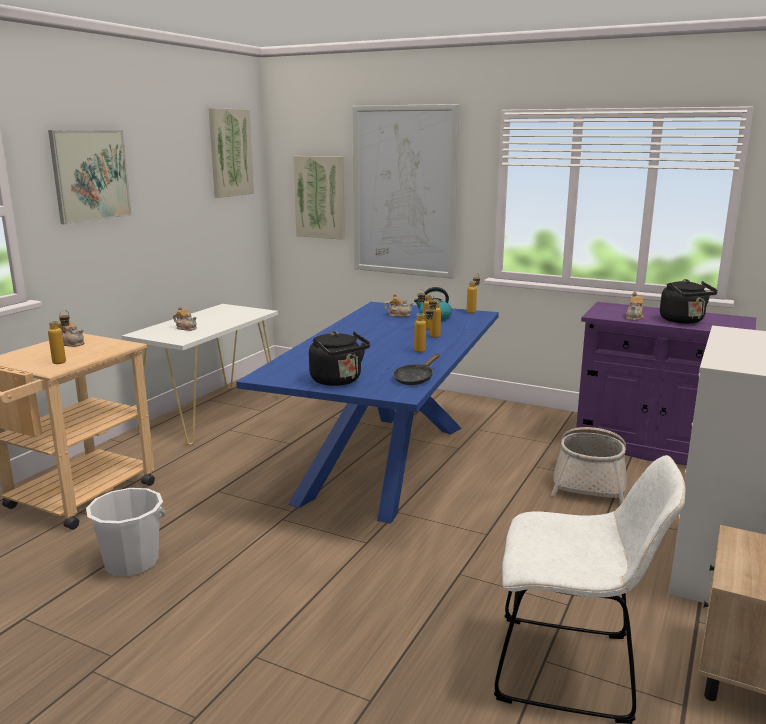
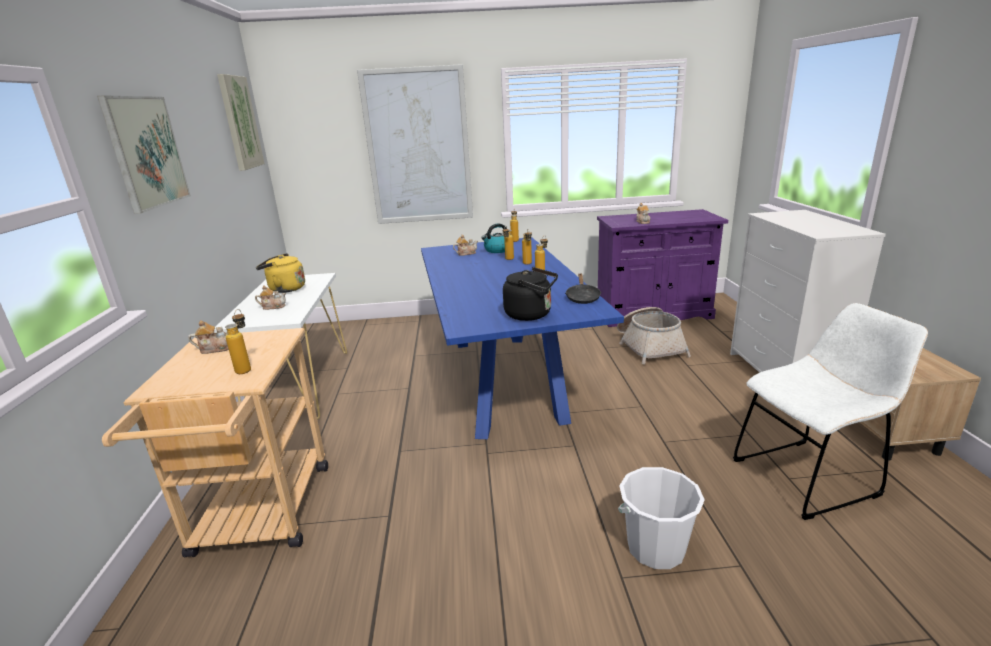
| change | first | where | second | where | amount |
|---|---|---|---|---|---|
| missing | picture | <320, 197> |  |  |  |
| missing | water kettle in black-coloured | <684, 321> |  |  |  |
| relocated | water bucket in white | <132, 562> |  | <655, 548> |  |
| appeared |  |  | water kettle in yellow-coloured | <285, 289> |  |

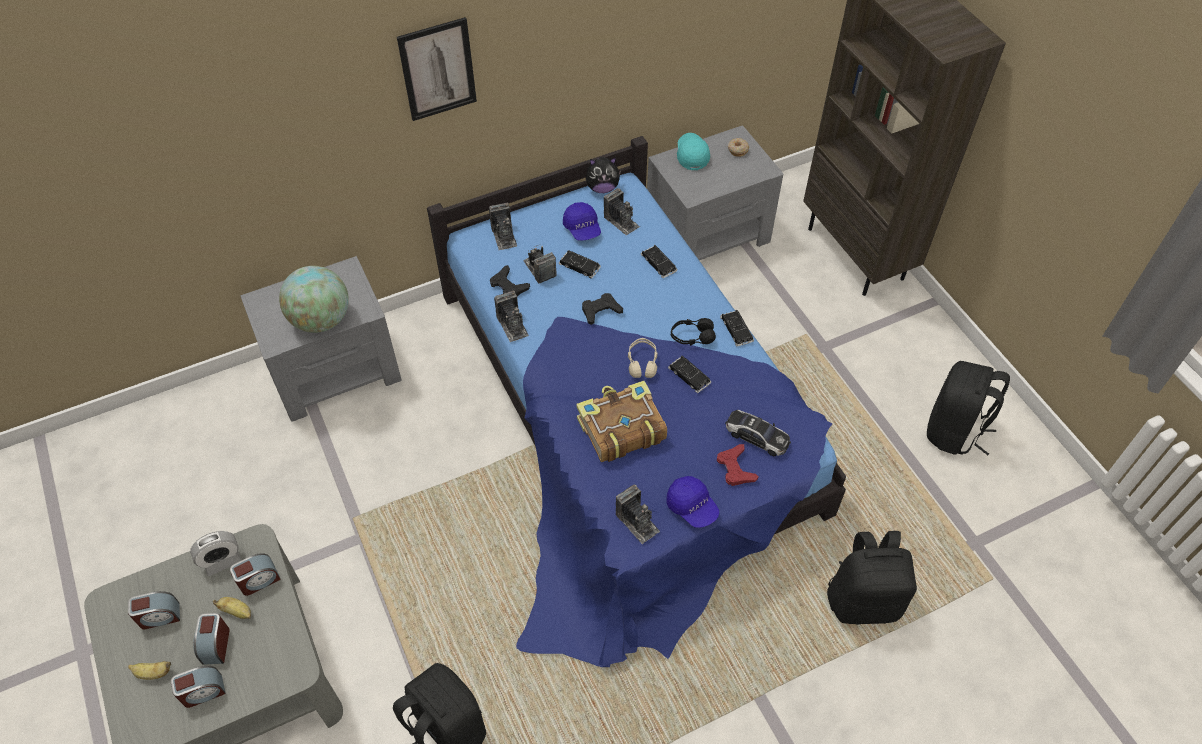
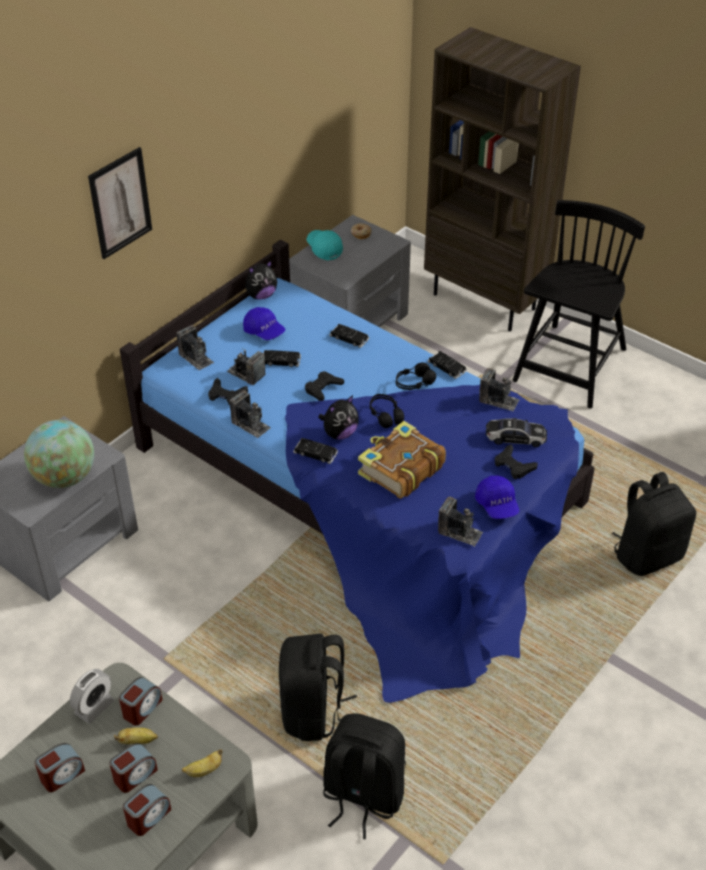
| change | first | where | second | where | amount |
|---|---|---|---|---|---|
| relocated | photo camera | <621, 221> |  | <498, 400> |  |
| colour | pair of headphones in beige | <642, 363> | pair of headphones in black-coloured | <385, 415> |  |
| relocated | miniature car in black-coloured | <689, 376> |  | <315, 453> |  |
| relocated | knapsack in black-coloured | <954, 431> |  | <313, 713> |  |
| colour | gamepad in red | <735, 468> | gamepad in black-coloured | <513, 465> |  |
| spun | cap in blue | <692, 507> |  | <497, 505> | 45 degrees clockwise |
| spun | bedside clock | <216, 645> |  | <135, 775> | 105 degrees counterclockwise |
| relocated | banana fruit | <153, 673> |  | <204, 770> |  |
| appeared |  |  | plain chair in black-coloured | <569, 367> |  |
| appeared |  |  | soft toy | <339, 433> |  |

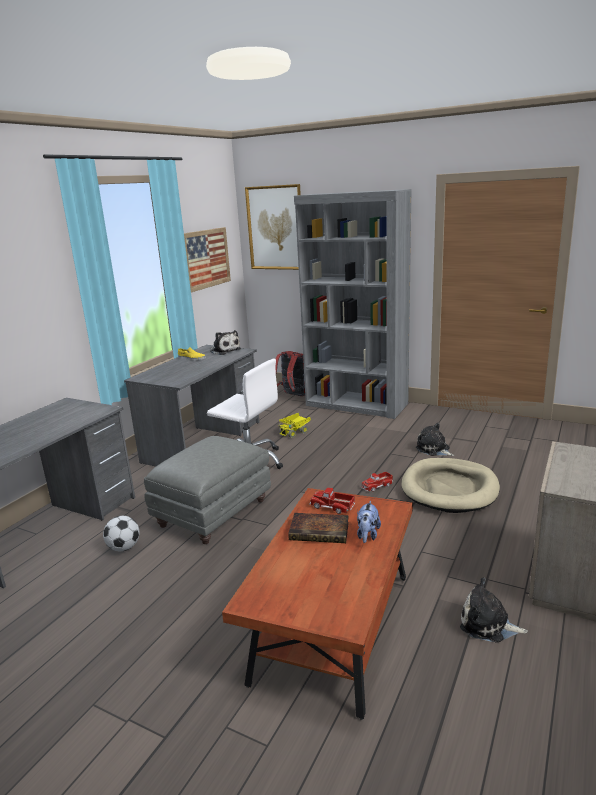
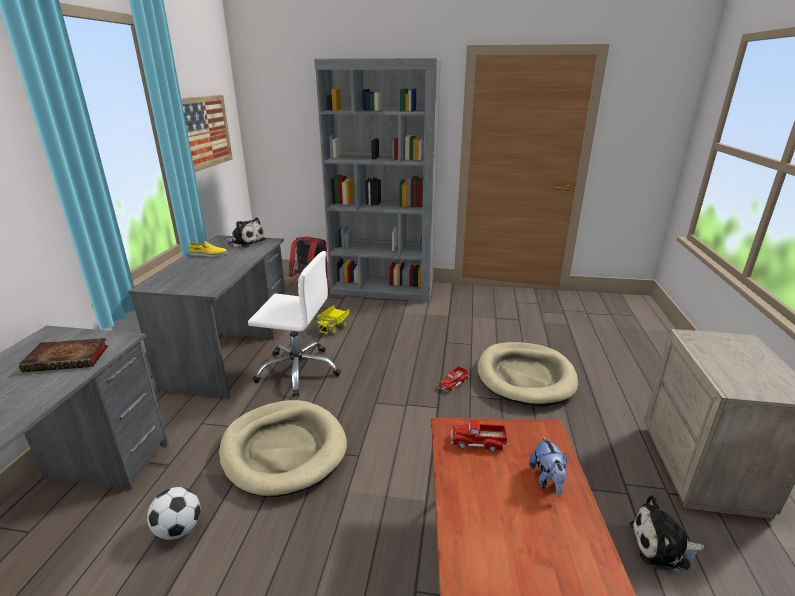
| change | first | where | second | where | amount |
|---|---|---|---|---|---|
| missing | picture | <275, 228> |  |  |  |
| missing | soft toy | <434, 449> |  |  |  |
| exchanged | ottoman in grey | <213, 513> | dog cushion in beige | <284, 449> |  |
| relocated | book | <321, 531> |  | <69, 358> |  |

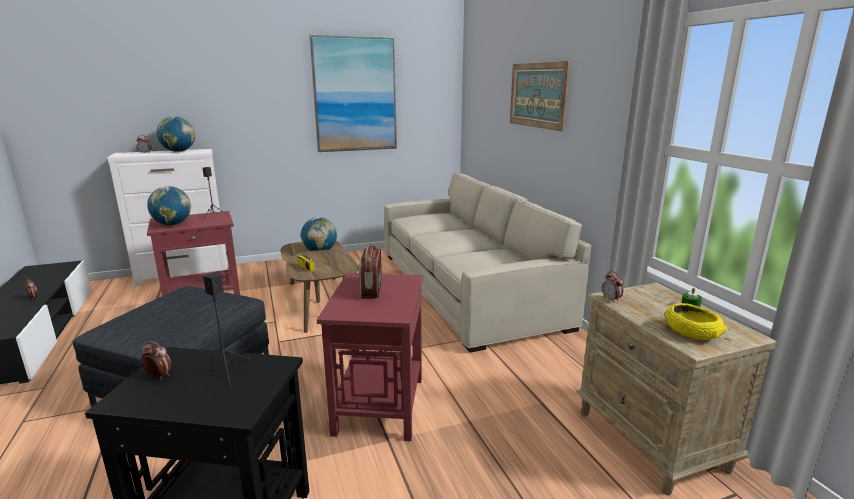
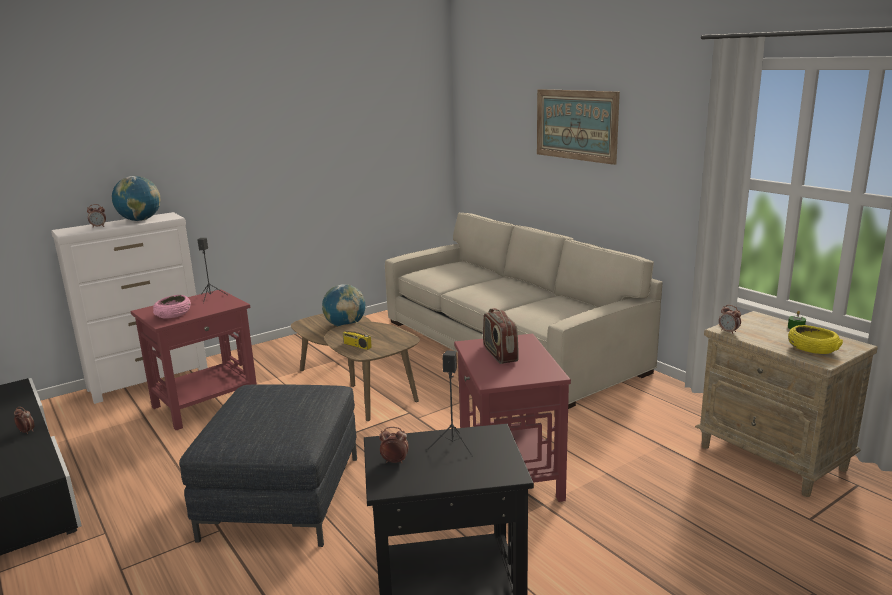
| change | first | where | second | where | amount |
|---|---|---|---|---|---|
| missing | picture | <355, 95> |  |  |  |
| exchanged | globe | <172, 224> | deep dish in pink-coloured | <174, 314> |  |

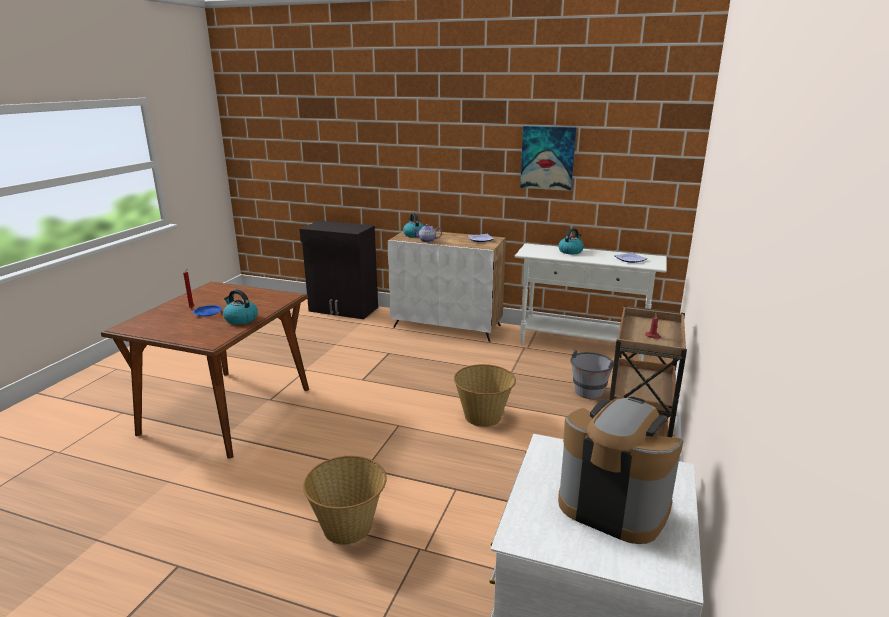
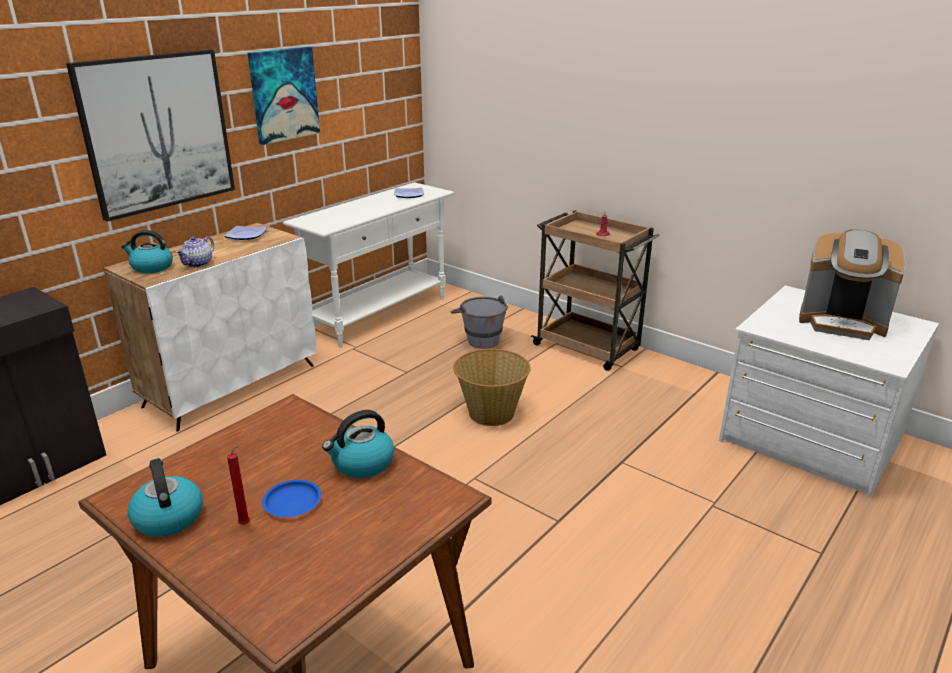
| change | first | where | second | where | amount |
|---|---|---|---|---|---|
| relocated | water kettle | <570, 251> |  | <168, 517> |  |
| spun | coffee brewer | <612, 505> |  | <842, 322> | 120 degrees counterclockwise |
| missing | basket | <348, 526> |  |  |  |
| appeared |  |  | picture | <157, 132> |  |

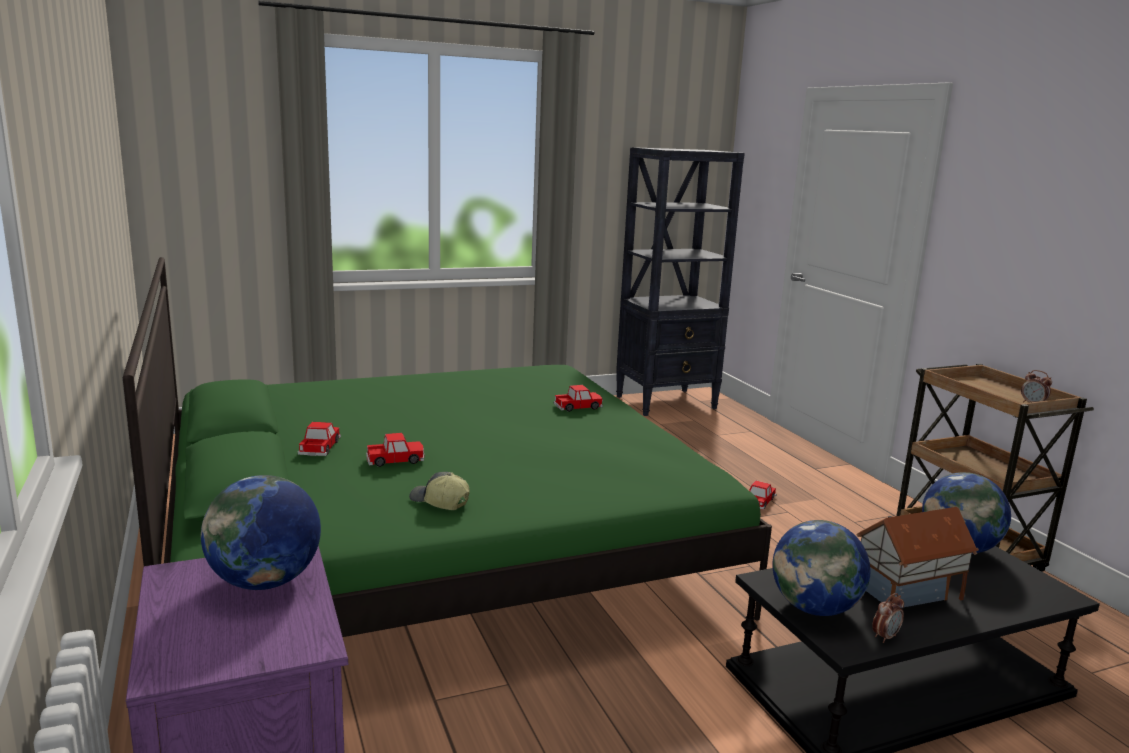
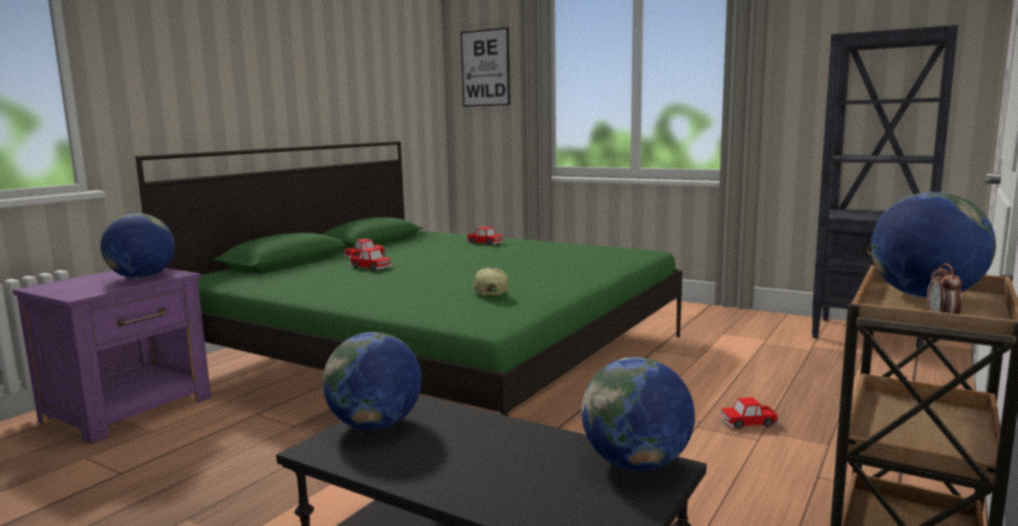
| change | first | where | second | where | amount |
|---|---|---|---|---|---|
| relocated | miniature car | <578, 407> |  | <485, 243> |  |
| relocated | cap | <439, 502> |  | <490, 292> |  |
| missing | toy house | <909, 593> |  |  |  |
| missing | bedside clock | <885, 637> |  |  |  |
| appeared |  |  | picture | <485, 68> |  |
| appeared |  |  | globe | <925, 296> |  |

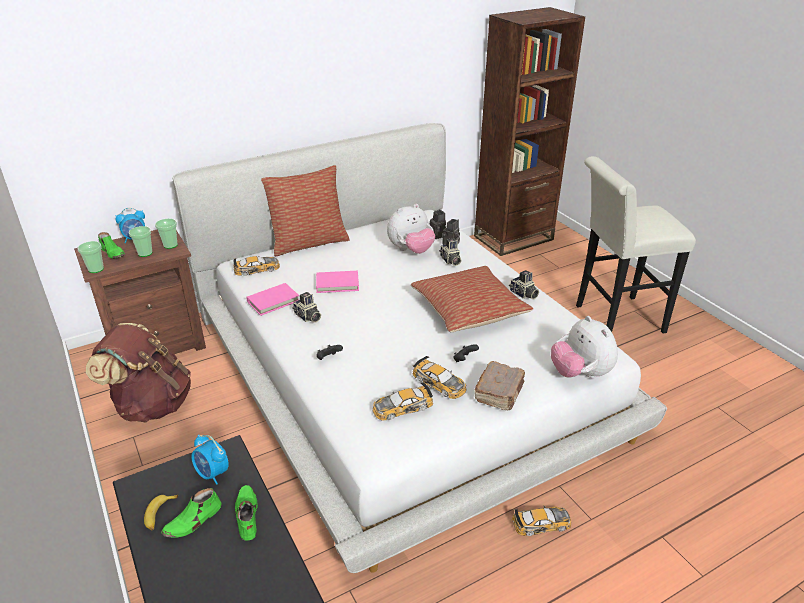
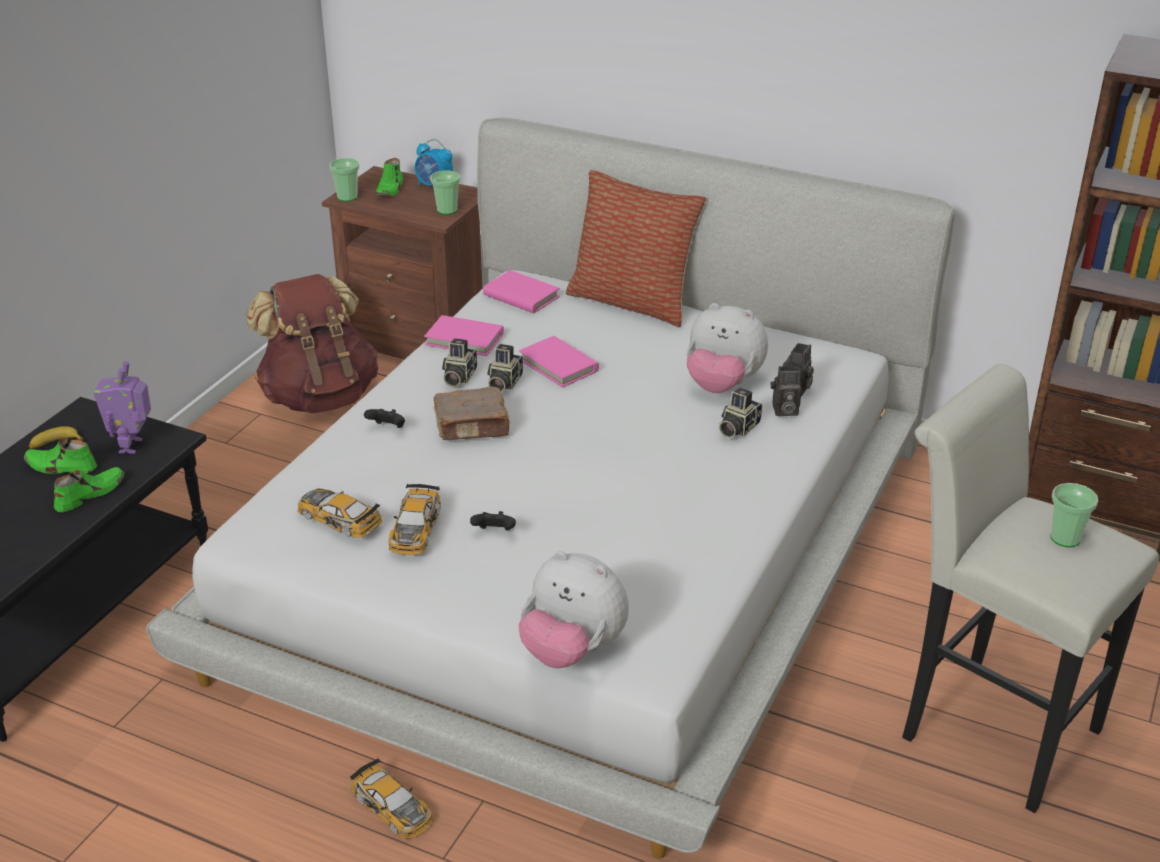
| change | first | where | second | where | amount |
|---|---|---|---|---|---|
| relocated | cup | <145, 253> |  | <1065, 538> |  |
| exchanged | miniature car | <257, 269> | book in pink-coloured | <521, 296> |  |
| missing | throw pillow | <469, 310> |  |  |  |
| relocated | photo camera | <523, 294> |  | <503, 383> |  |
| spun | soft toy | <580, 373> |  | <572, 650> | 90 degrees counterclockwise |
| relocated | book in brown-coloured | <499, 393> |  | <473, 427> |  |
| exchanged | bedside clock | <212, 474> | robot figure | <132, 446> |  |

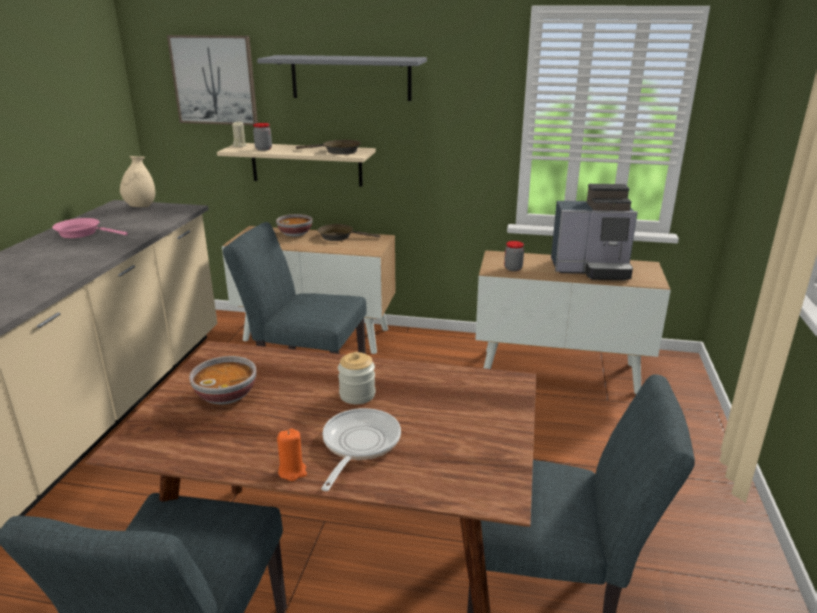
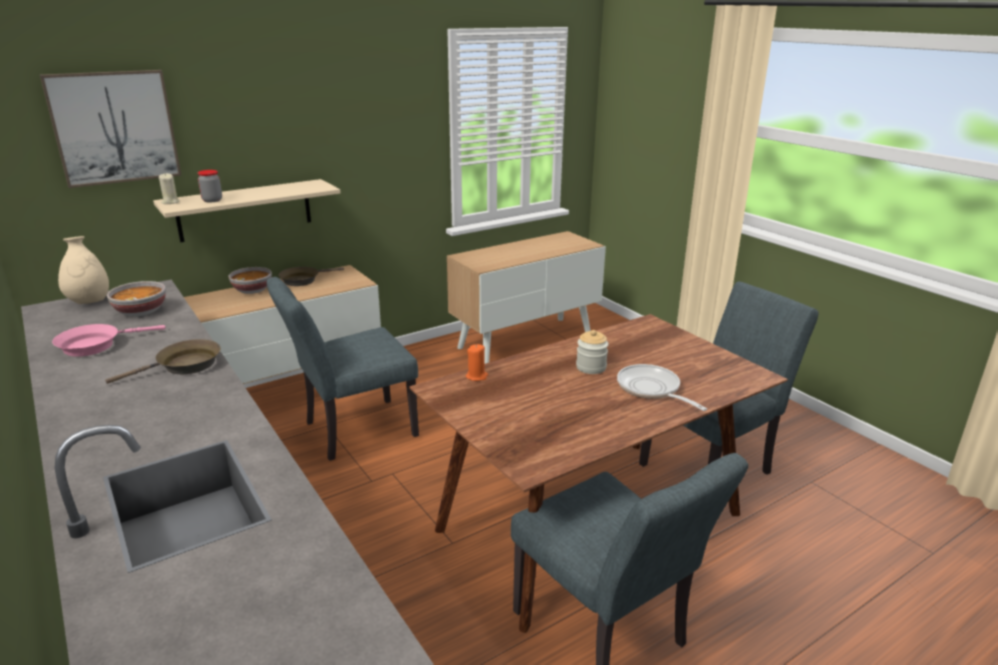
| change | first | where | second | where | amount |
|---|---|---|---|---|---|
| missing | bracket shelf in grey | <351, 77> |  |  |  |
| relocated | frying pan in brown-coloured | <338, 151> |  | <184, 366> |  |
| missing | coffee brewer | <591, 269> |  |  |  |
| missing | preserve jar | <513, 268> |  |  |  |
| relocated | deep dish | <226, 395> |  | <141, 311> |  |
| relocated | wax candle in orange-coloured | <292, 471> |  | <477, 376> |  |

